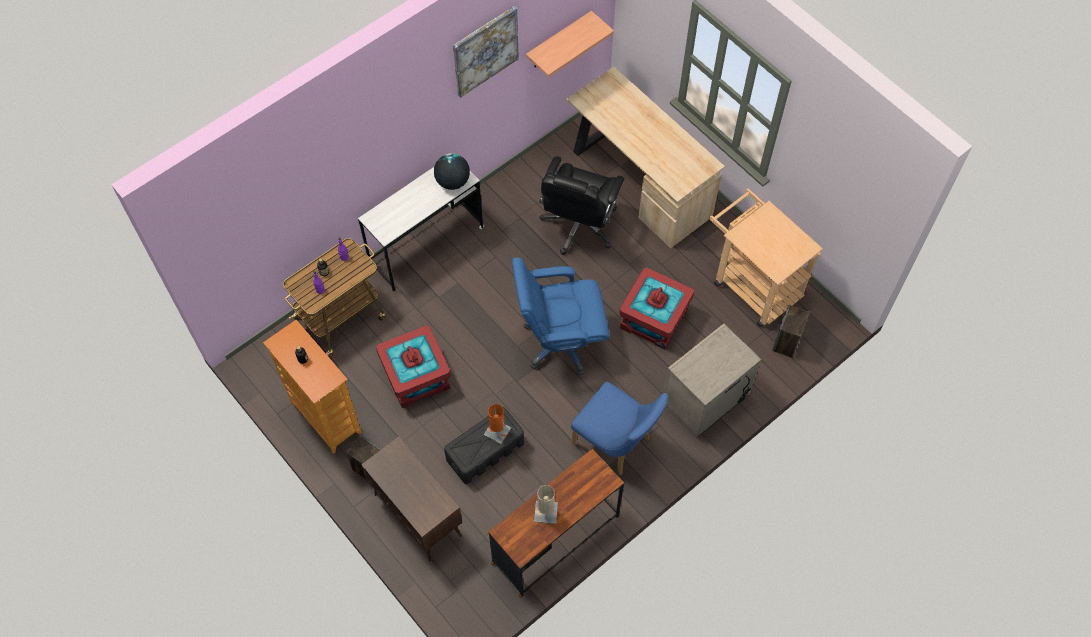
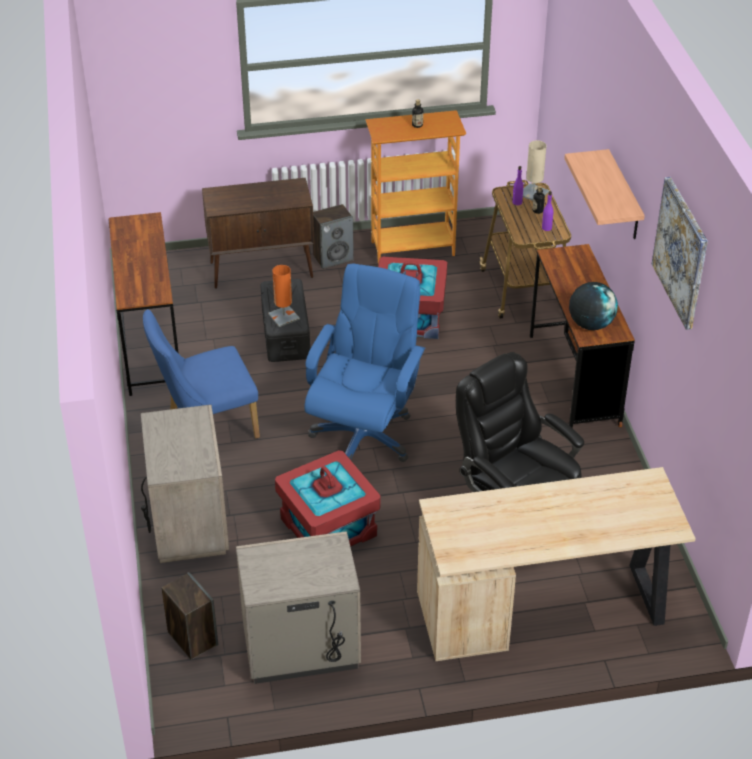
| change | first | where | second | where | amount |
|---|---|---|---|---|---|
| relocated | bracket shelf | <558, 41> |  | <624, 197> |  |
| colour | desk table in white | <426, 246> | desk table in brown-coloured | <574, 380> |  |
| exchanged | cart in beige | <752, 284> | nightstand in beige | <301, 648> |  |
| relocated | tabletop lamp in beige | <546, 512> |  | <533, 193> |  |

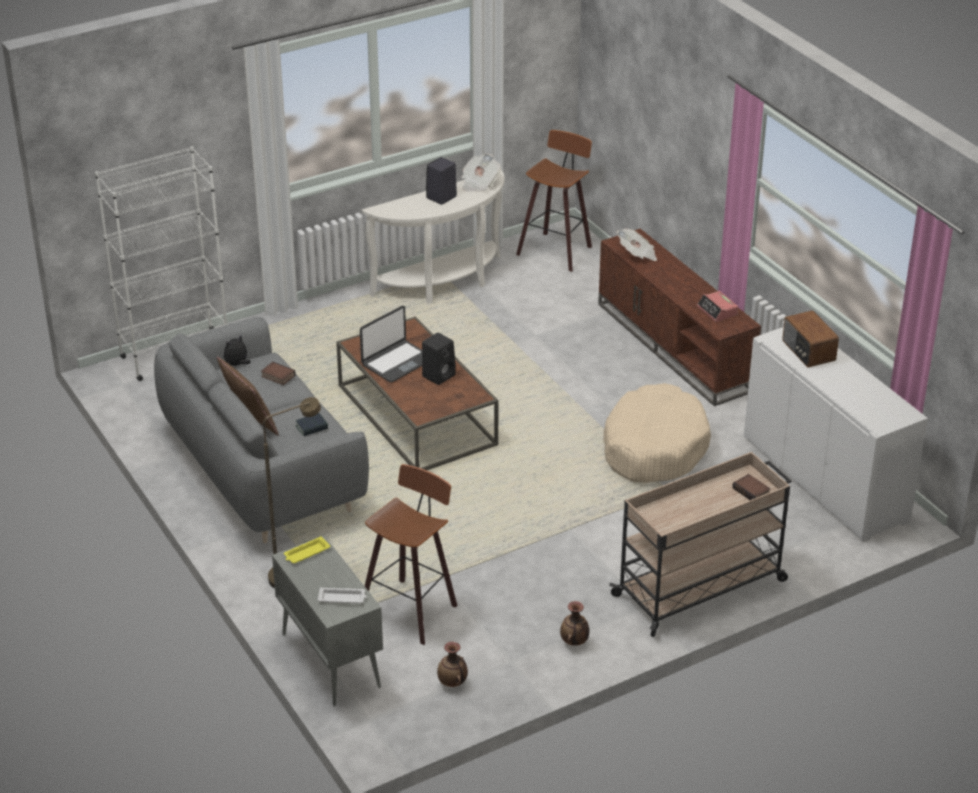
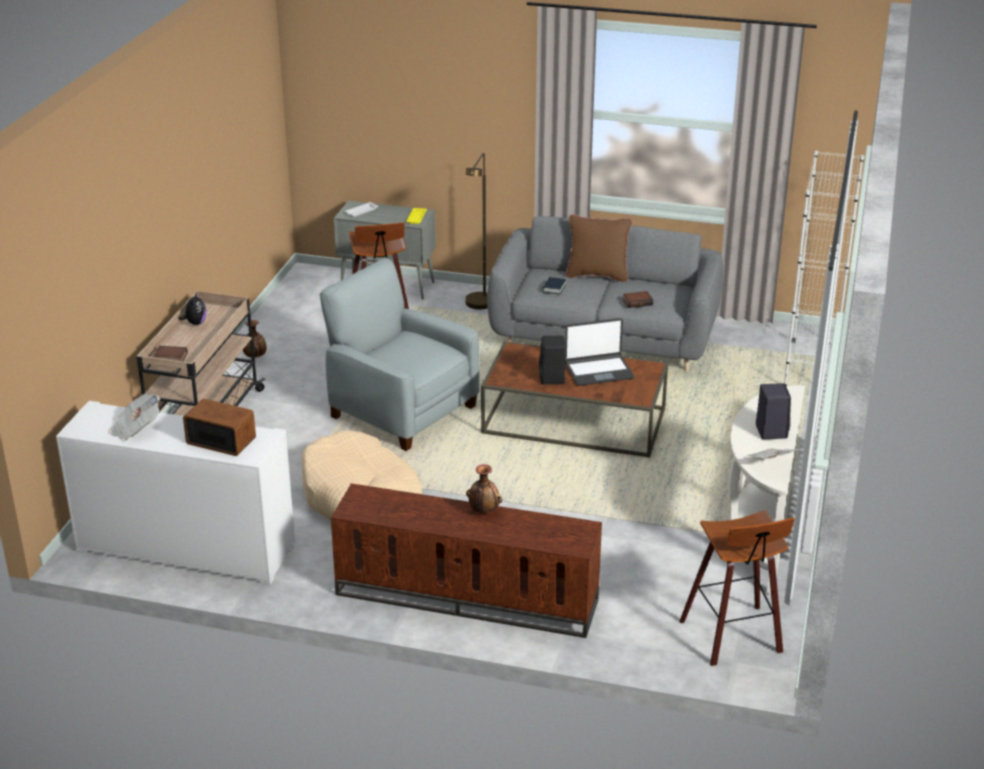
| change | first | where | second | where | amount |
|---|---|---|---|---|---|
| relocated | printed paper | <637, 255> |  | <136, 429> |  |
| missing | bedside clock | <717, 311> |  |  |  |
| spun | notebook computer | <397, 362> |  | <598, 371> | 105 degrees counterclockwise |
| relocated | soft toy | <237, 364> |  | <195, 323> |  |
| relocated | flower vase | <452, 682> |  | <483, 511> |  |
| appeared |  |  | lounge chair in grey | <401, 410> |  |

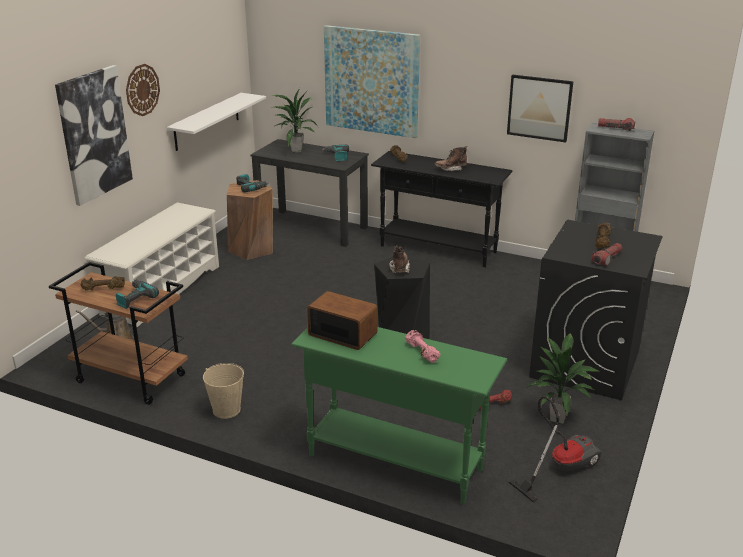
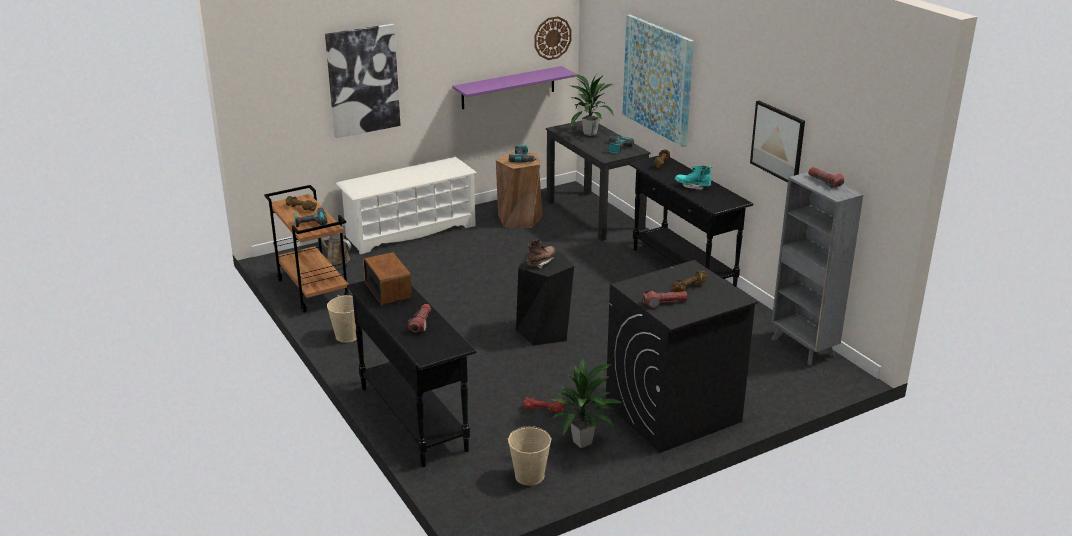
| change | first | where | second | where | amount |
|---|---|---|---|---|---|
| relocated | clock on the wall | <142, 90> |  | <552, 38> |  |
| colour | bracket shelf in white | <207, 121> | bracket shelf in purplish | <508, 87> |  |
| colour | boot in brown-coloured | <450, 169> | boot in turquoise | <692, 186> |  |
| colour | console table in green-coloured | <394, 462> | console table in black-coloured | <413, 418> |  |
| exchanged | free weight in pink-coloured | <421, 352> | flashlight | <421, 323> |  |
| exchanged | hoover | <559, 467> | water bucket in beige | <529, 476> |  |

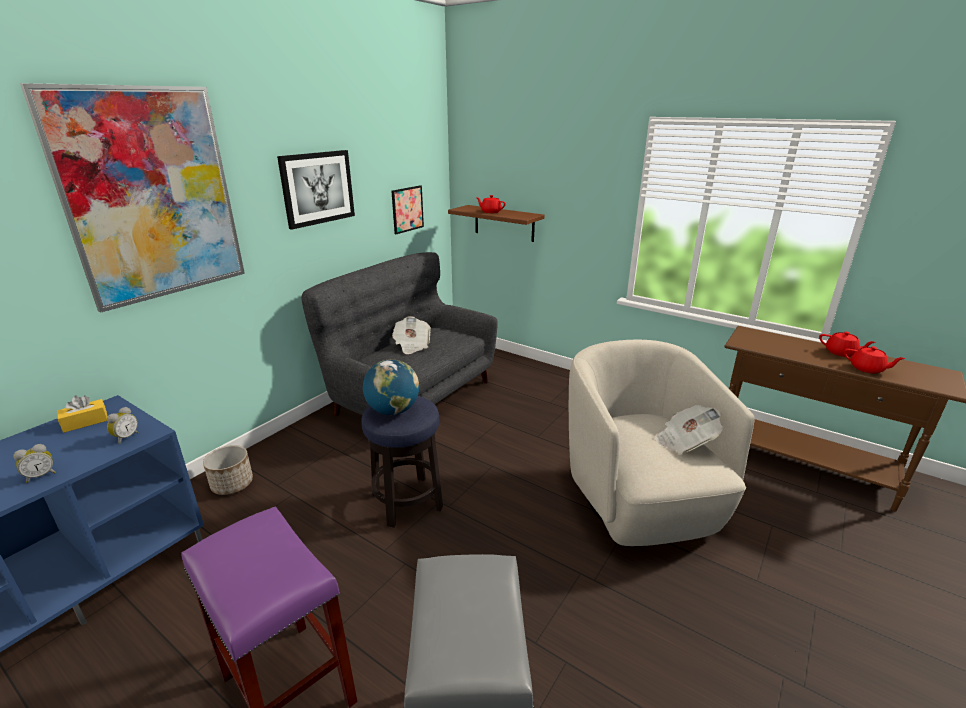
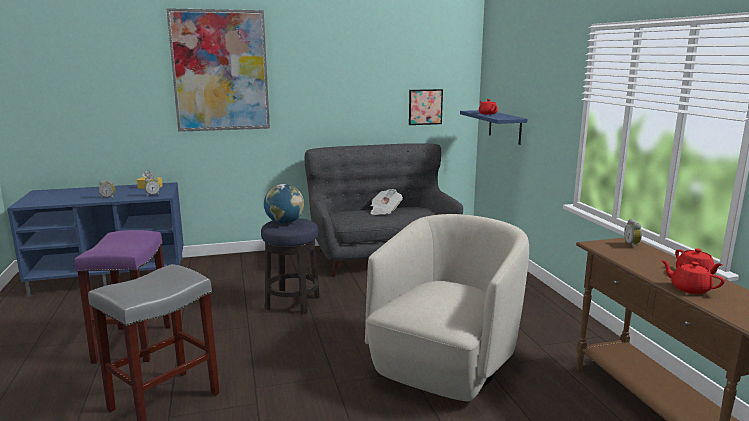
| change | first | where | second | where | amount |
|---|---|---|---|---|---|
| missing | picture | <317, 188> |  |  |  |
| colour | bracket shelf in brown-coloured | <504, 223> | bracket shelf in blue | <505, 126> |  |
| spun | teapot in red | <867, 369> |  | <689, 288> | 150 degrees clockwise |
| missing | printed paper | <684, 442> |  |  |  |
| missing | plant pot | <232, 484> |  |  |  |
| appeared |  |  | bedside clock | <632, 245> |  |

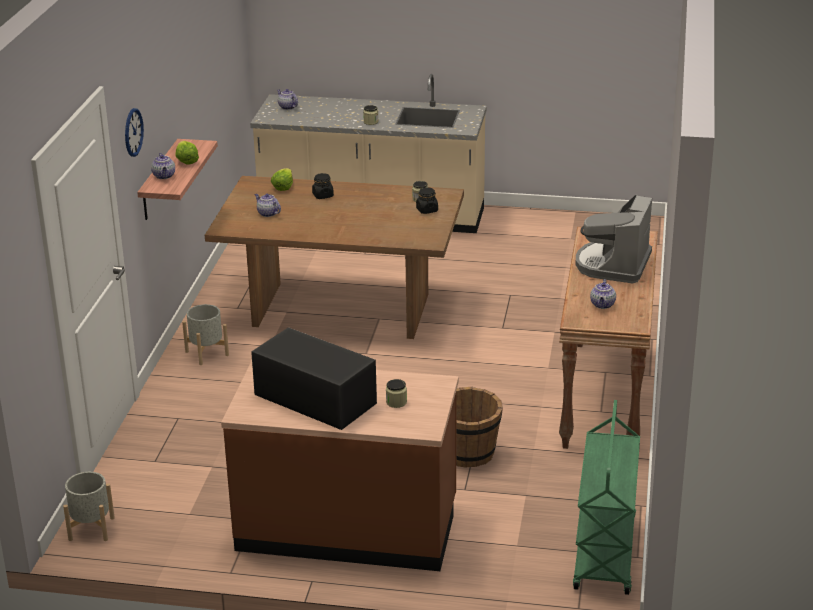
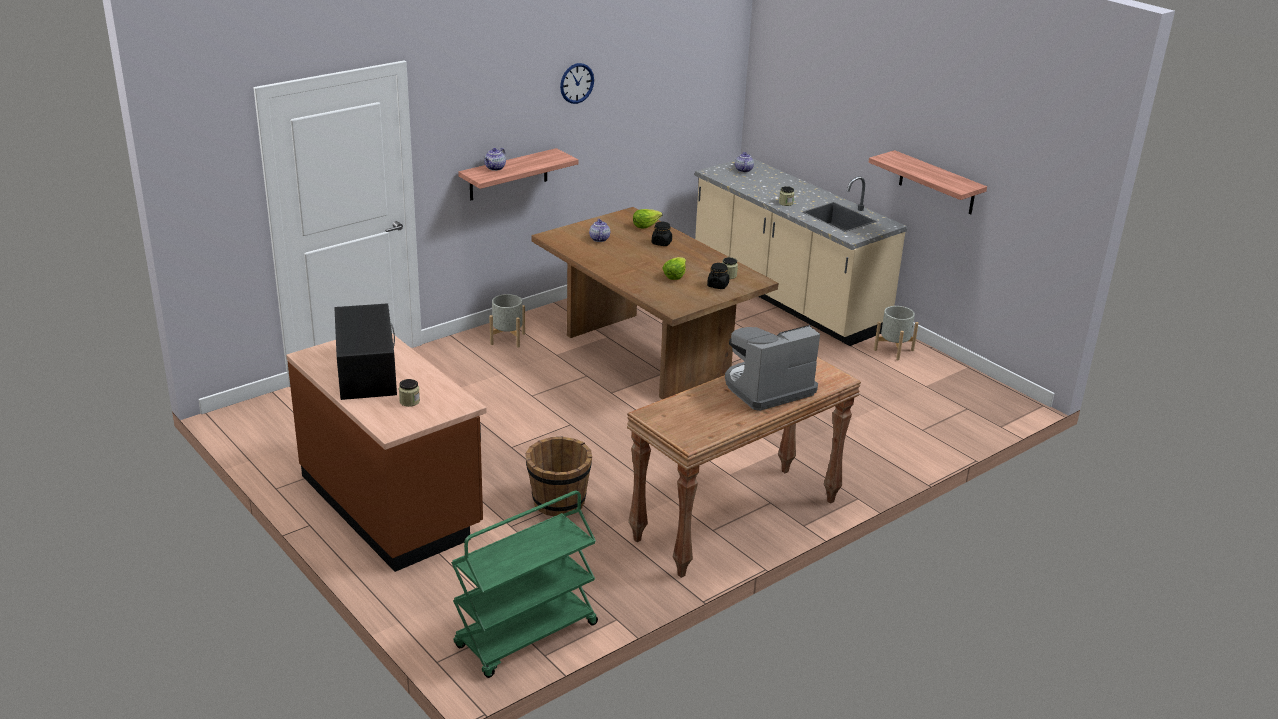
| change | first | where | second | where | amount |
|---|---|---|---|---|---|
| relocated | clock on the wall | <133, 132> |  | <576, 83> |  |
| relocated | lettuce head | <186, 160> |  | <675, 275> |  |
| missing | teapot | <602, 305> |  |  |  |
| relocated | plant pot in grey | <92, 528> |  | <894, 350> |  |
| appeared |  |  | bracket shelf | <937, 183> |  |

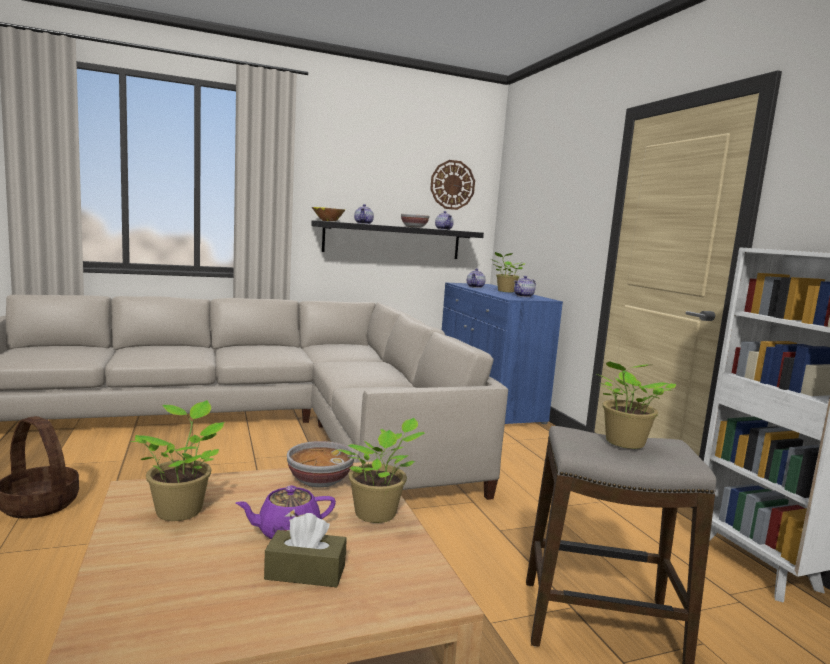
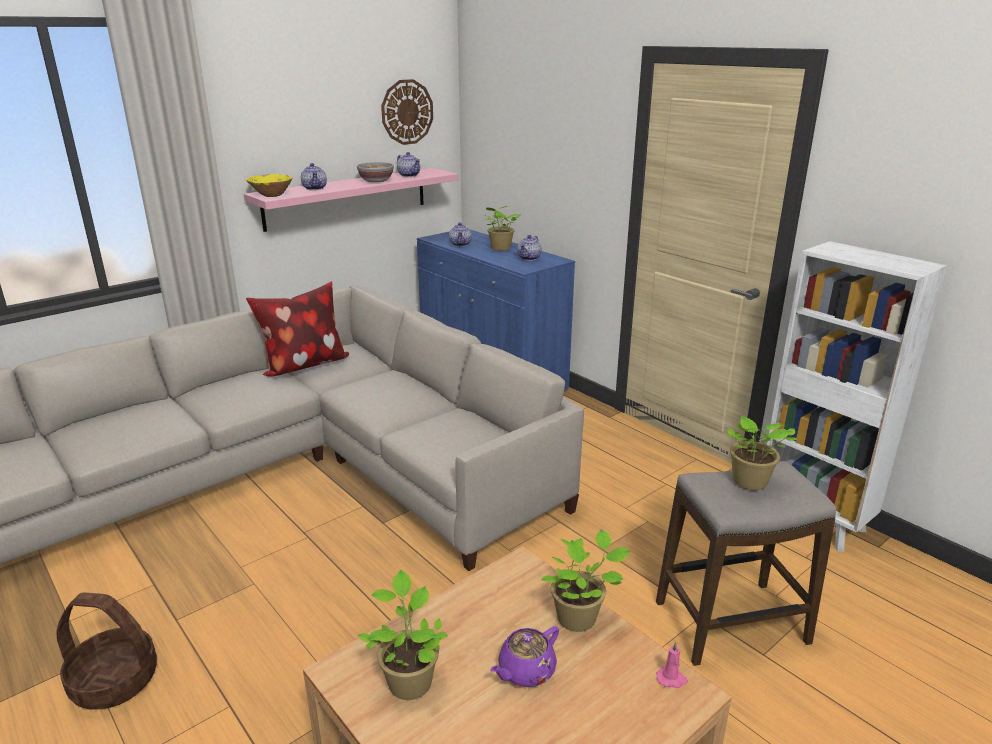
| change | first | where | second | where | amount |
|---|---|---|---|---|---|
| colour | bracket shelf in black-coloured | <393, 241> | bracket shelf in pink-coloured | <347, 198> |  |
| missing | deep dish | <319, 480> |  |  |  |
| missing | box of tissues in brown-coloured | <305, 572> |  |  |  |
| appeared |  |  | throw pillow | <303, 365> |  |
| appeared |  |  | wax candle in pink-coloured | <672, 679> |  |

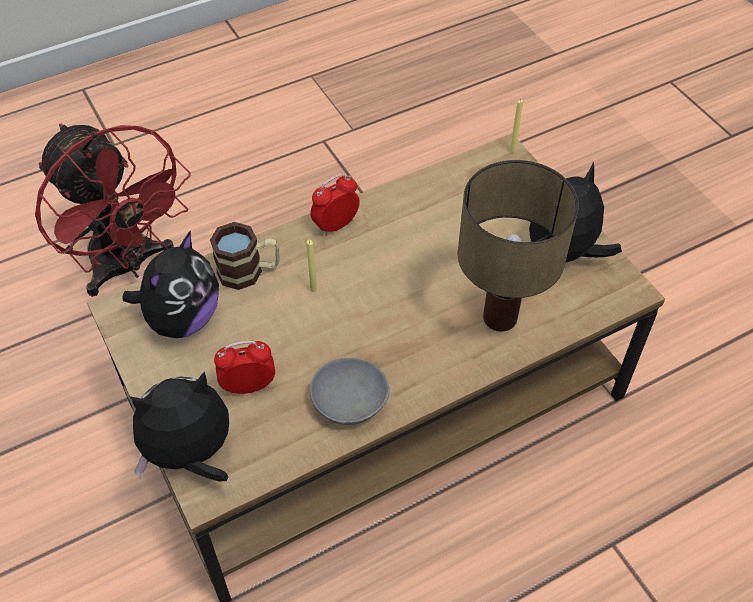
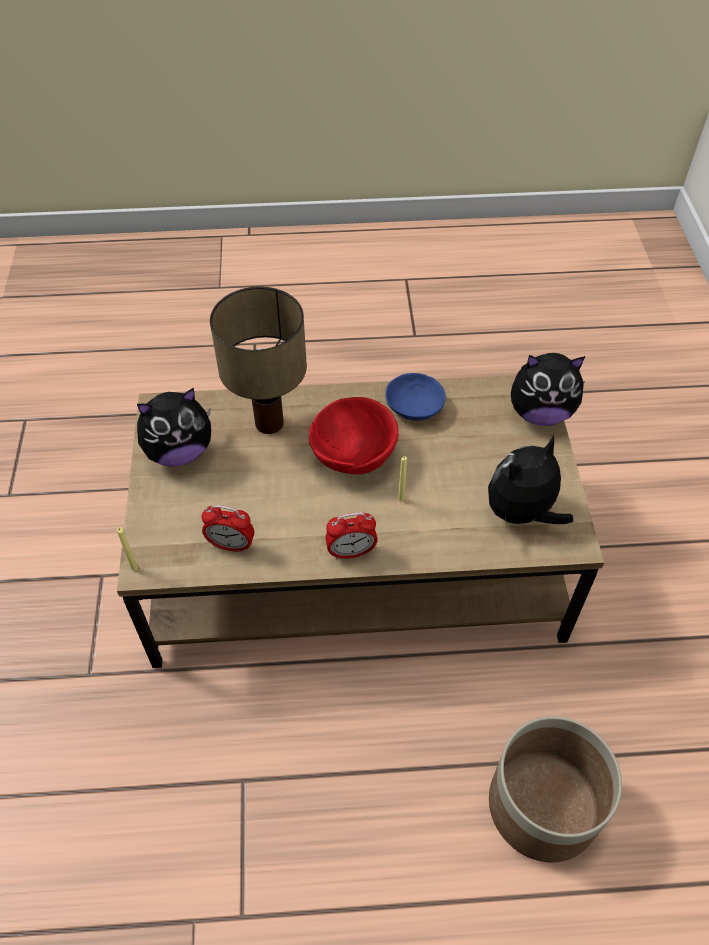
| change | first | where | second | where | amount |
|---|---|---|---|---|---|
| exchanged | cooling fan in red | <128, 266> | plant pot | <542, 806> |  |
| missing | mug | <249, 271> |  |  |  |
| relocated | bedside clock | <248, 386> |  | <231, 545> |  |
| colour | deep dish in grey | <351, 400> | deep dish in blue | <412, 408> |  |
| appeared |  |  | deep dish in red | <354, 457> |  |

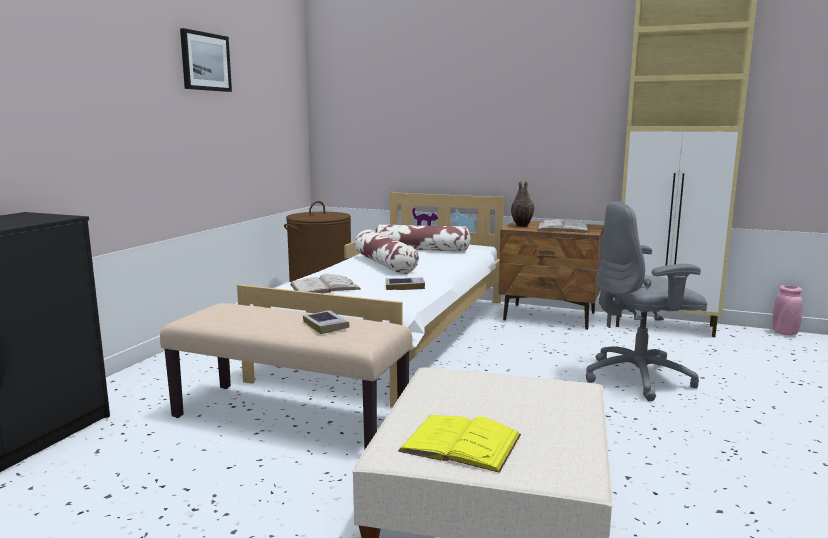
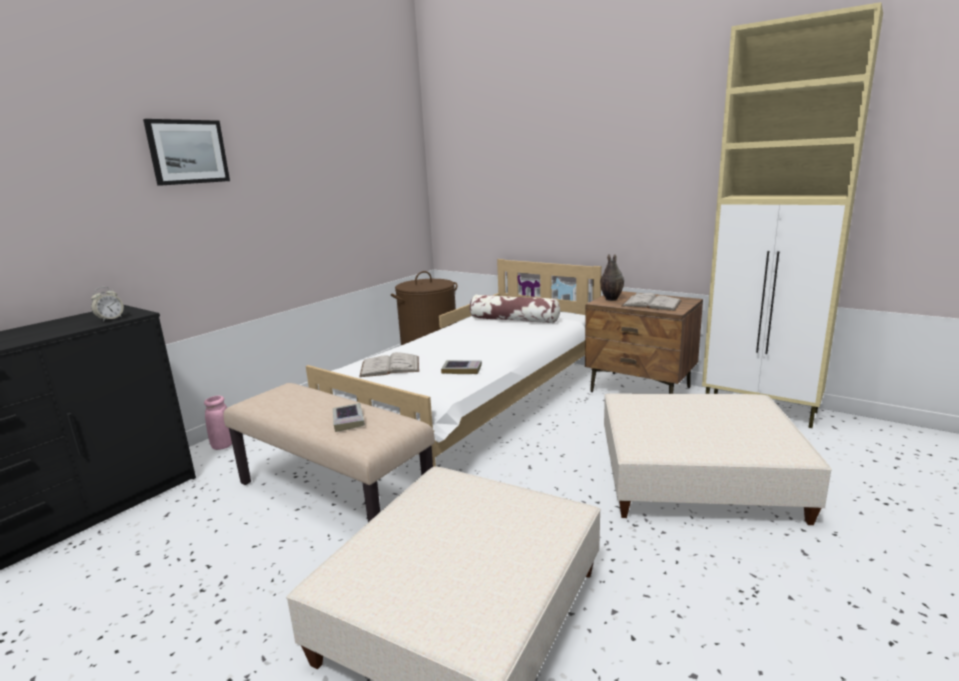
| change | first | where | second | where | amount |
|---|---|---|---|---|---|
| relocated | picture | <205, 61> |  | <188, 152> |  |
| exchanged | computer chair in grey | <640, 378> | ottoman in beige | <695, 478> |  |
| missing | throw pillow | <384, 264> |  |  |  |
| relocated | flower vase in pink-coloured | <784, 333> |  | <223, 445> |  |
| missing | book in yellow-coloured | <461, 443> |  |  |  |
| appeared |  |  | bedside clock | <110, 319> |  |

